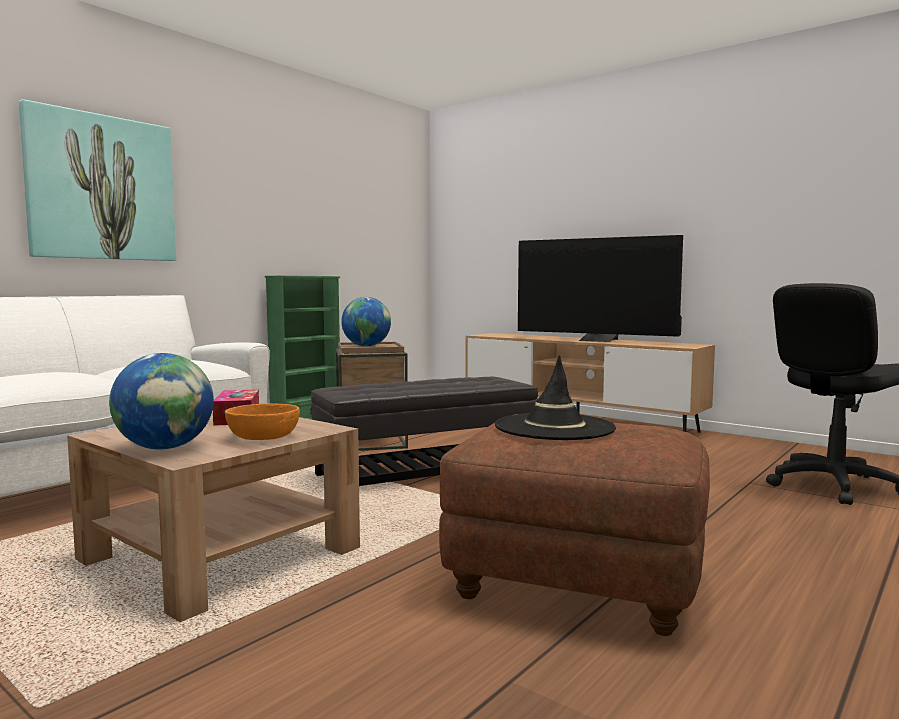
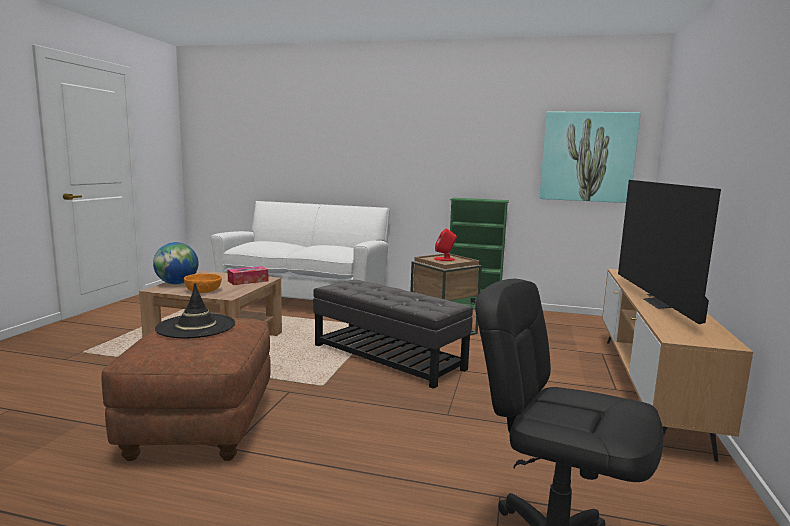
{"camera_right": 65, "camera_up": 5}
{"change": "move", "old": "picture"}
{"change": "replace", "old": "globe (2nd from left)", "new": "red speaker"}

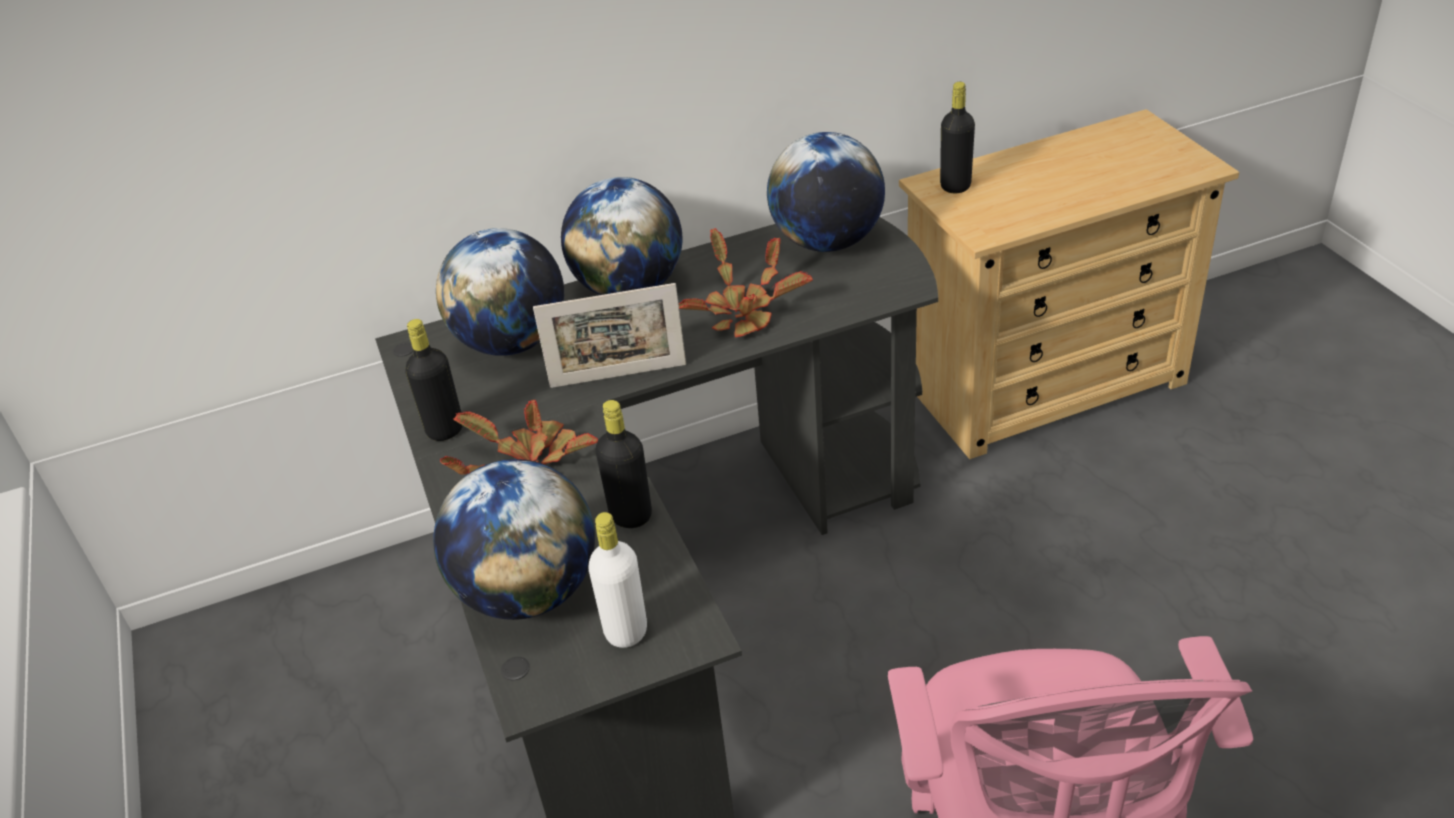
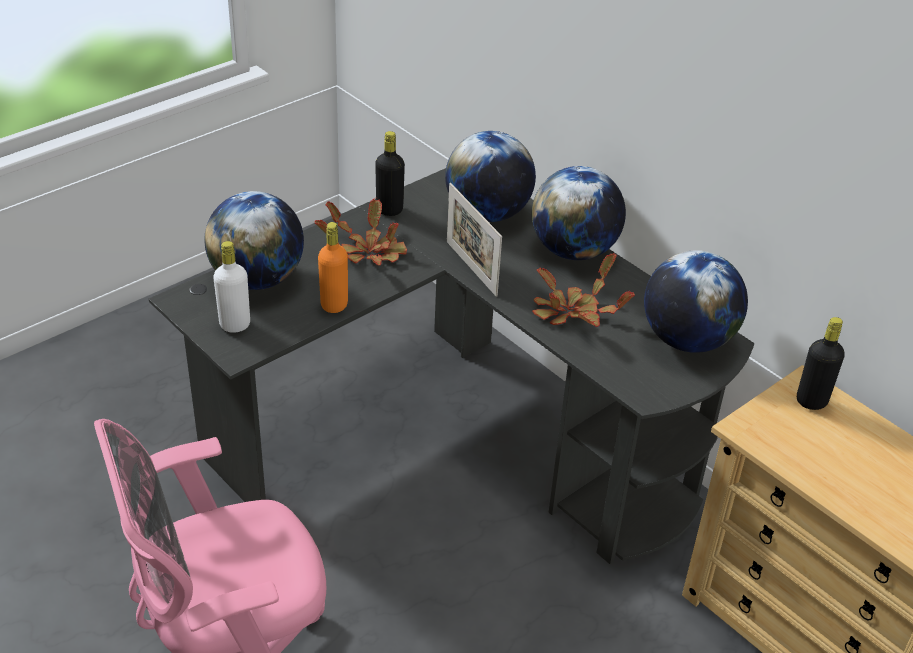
{"camera_right": 65, "camera_up": 0}
{"change": "recolor", "old": "black bottle (2nd from left)", "new": "orange bottle"}

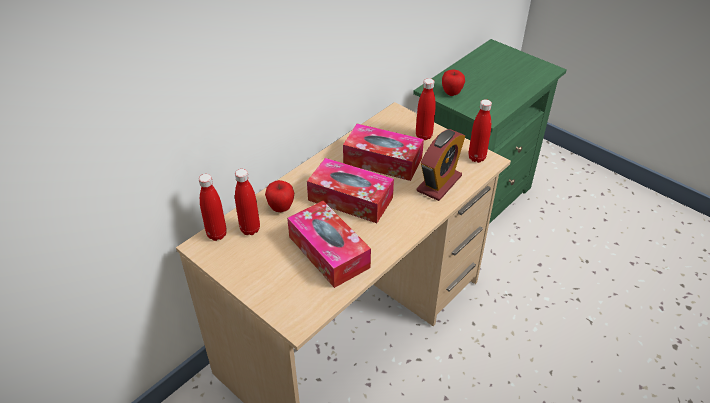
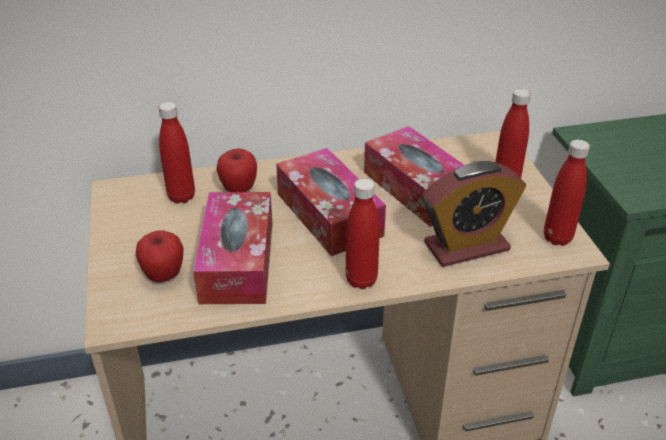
{"camera_right": 35, "camera_up": -5}
{"change": "move", "old": "red bottle (1st from left in the first image)", "new": "red bottle (2nd from left)"}
{"change": "move", "old": "apple (2nd from left in the first image)", "new": "apple (1st from left)"}

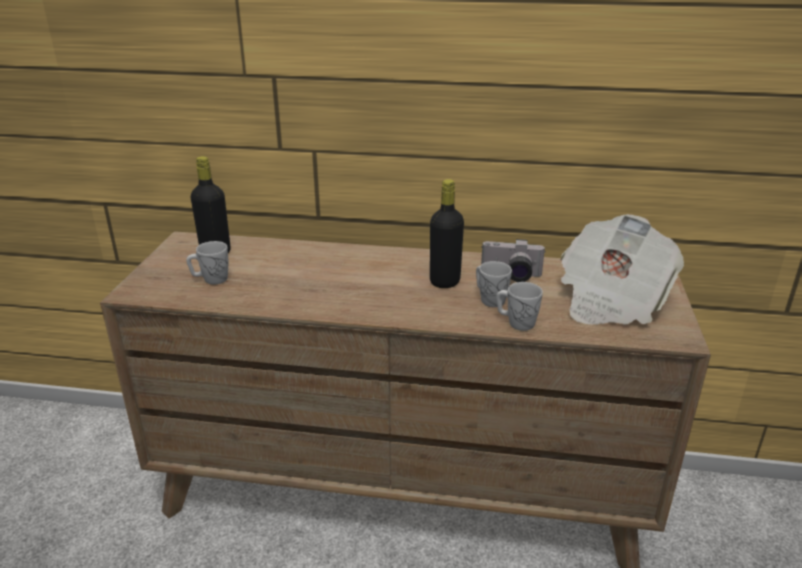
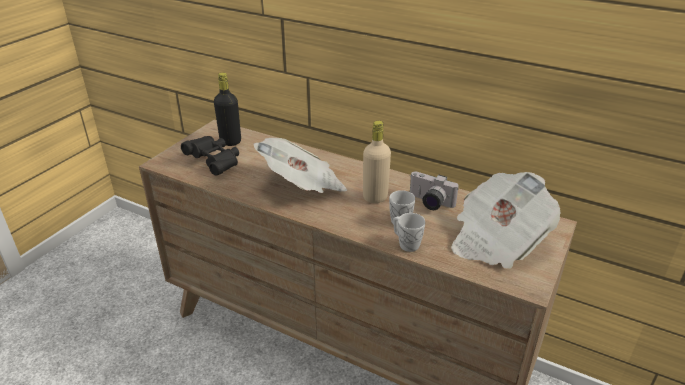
{"camera_right": 20, "camera_up": 5}
{"change": "insert", "new": "newspaper (1st from left)"}
{"change": "replace", "old": "white mug (1st from left)", "new": "black binoculars"}
{"change": "recolor", "old": "black bottle (2nd from left)", "new": "beige bottle"}

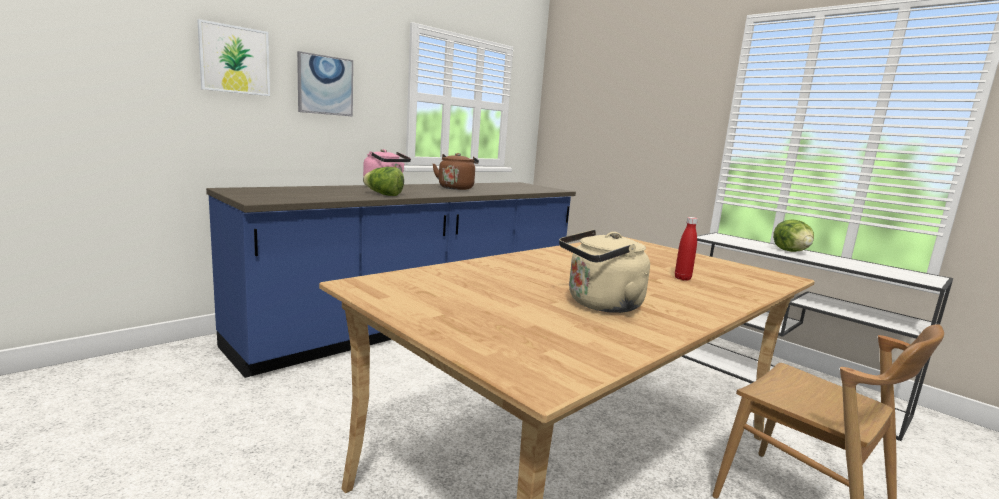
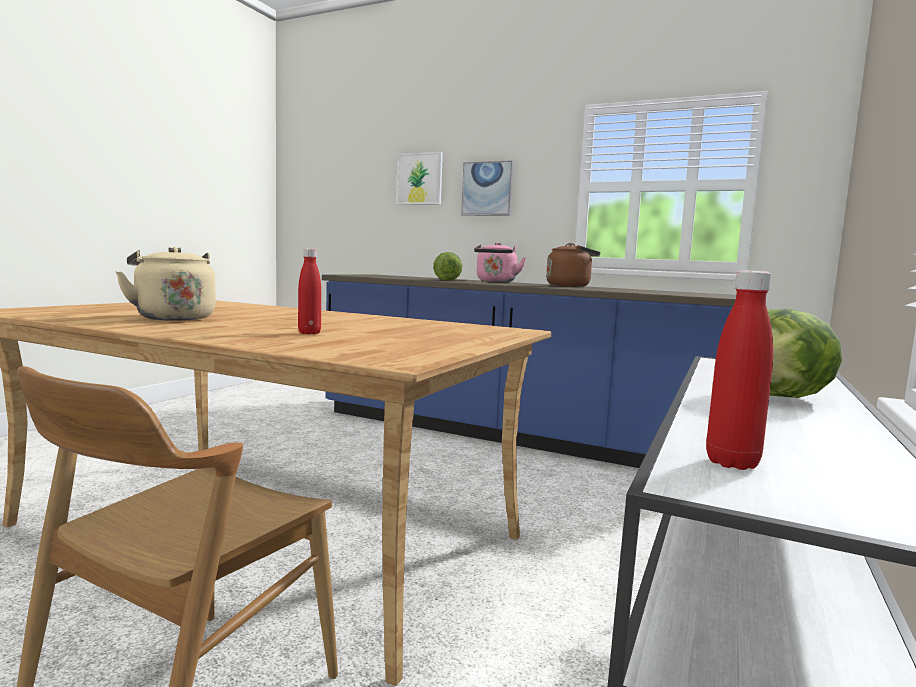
{"camera_right": 70, "camera_up": -5}
{"change": "insert", "new": "red bottle (2nd from left)"}

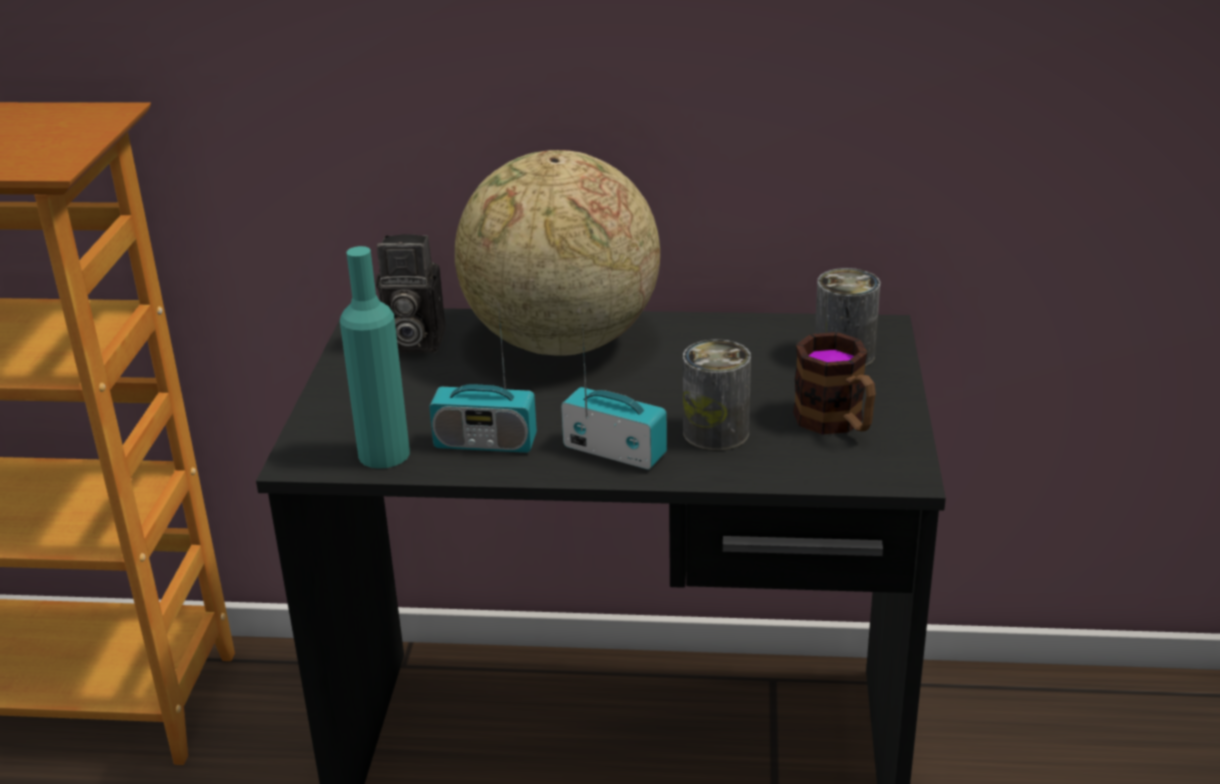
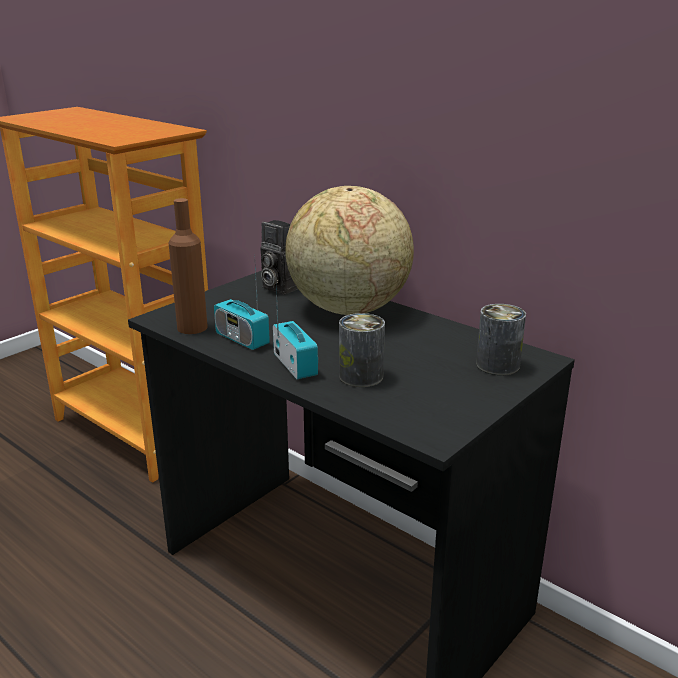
{"camera_right": 35, "camera_up": -5}
{"change": "delete", "old": "mug"}
{"change": "recolor", "old": "turquoise bottle", "new": "brown bottle"}

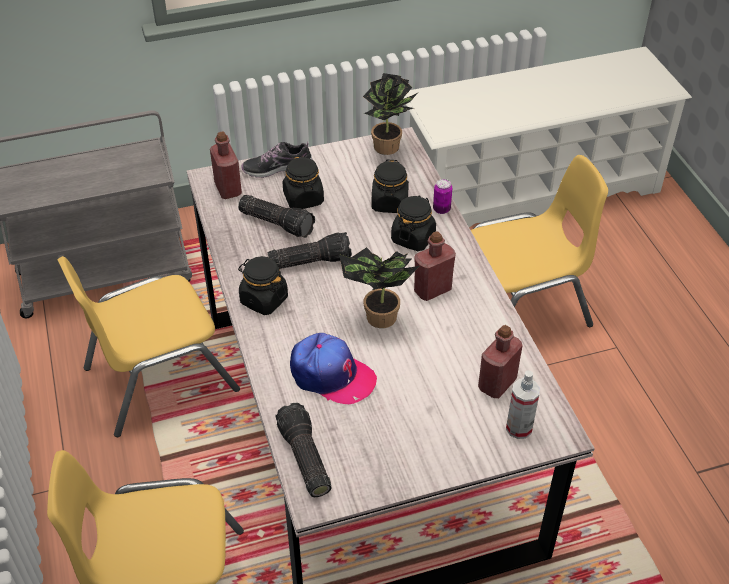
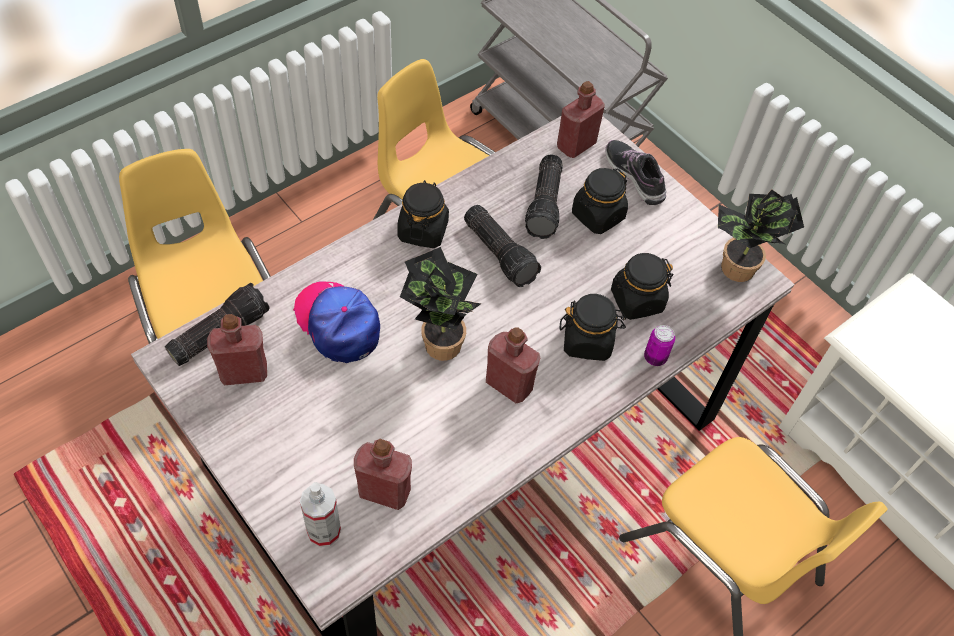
{"camera_right": 65, "camera_up": 10}
{"change": "insert", "new": "red bottle (1st from left)"}
{"change": "rotate", "old": "cap", "degrees": 135}

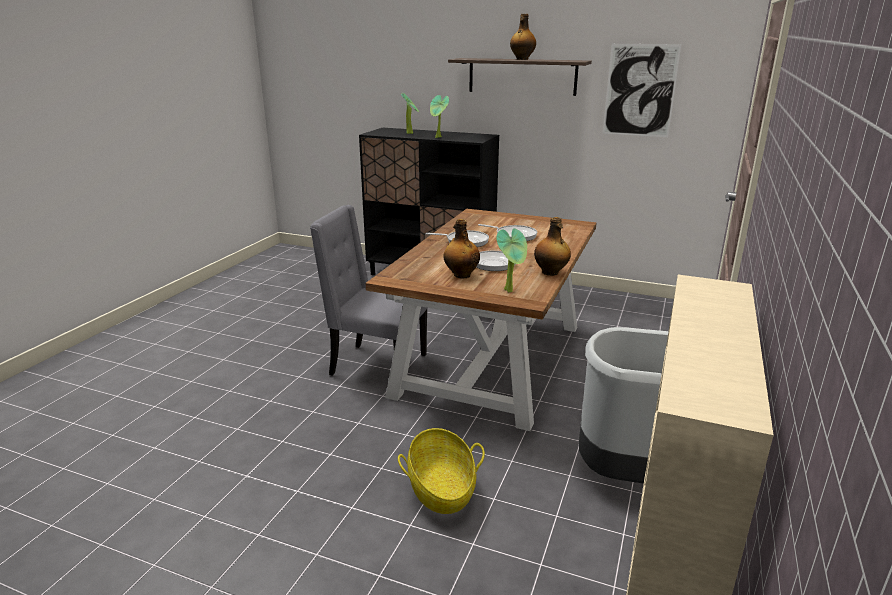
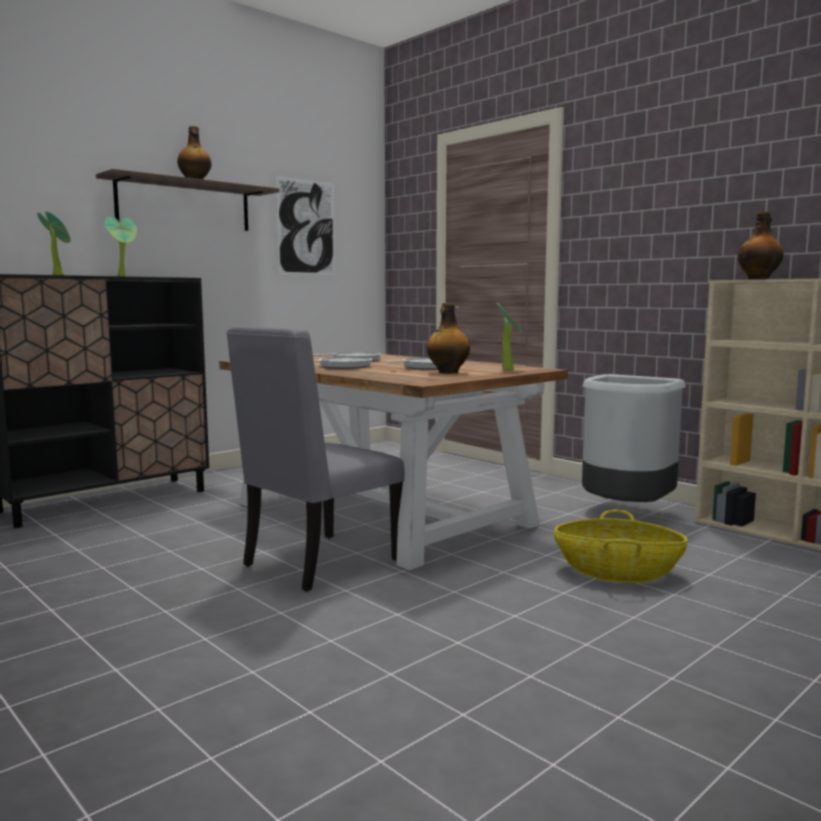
{"camera_right": -65, "camera_up": -15}
{"change": "move", "old": "bottle (3rd from left)"}

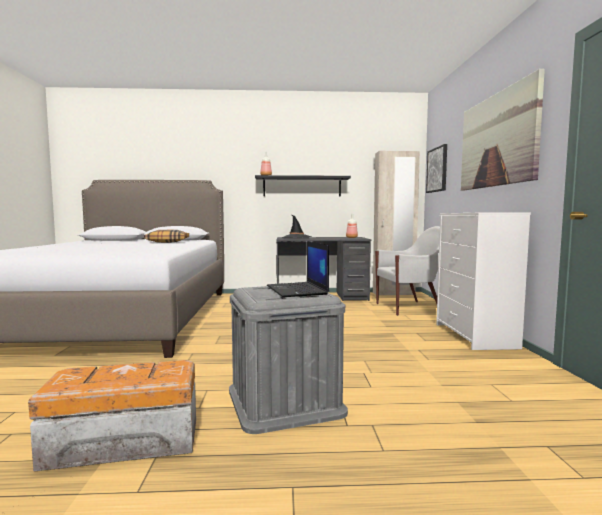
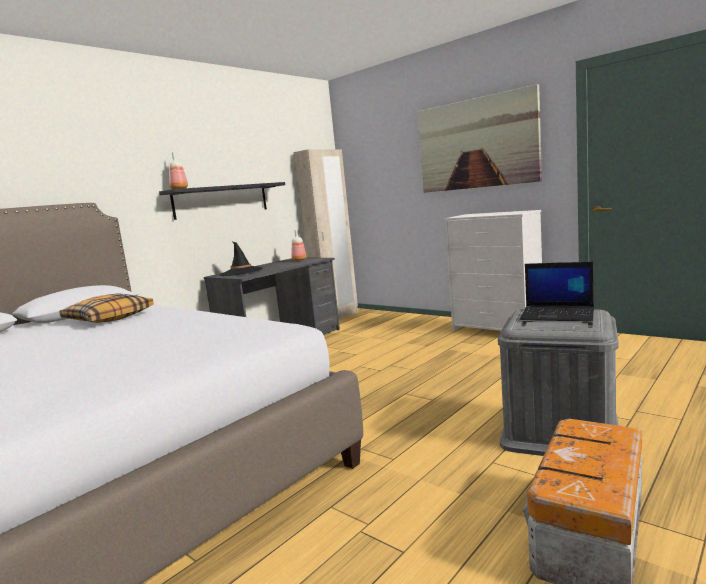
{"camera_right": -45, "camera_up": 5}
{"change": "delete", "old": "white armchair"}
{"change": "delete", "old": "picture (1st from left)"}

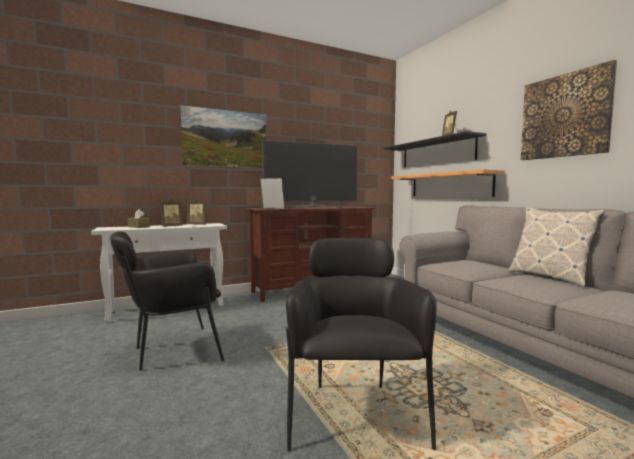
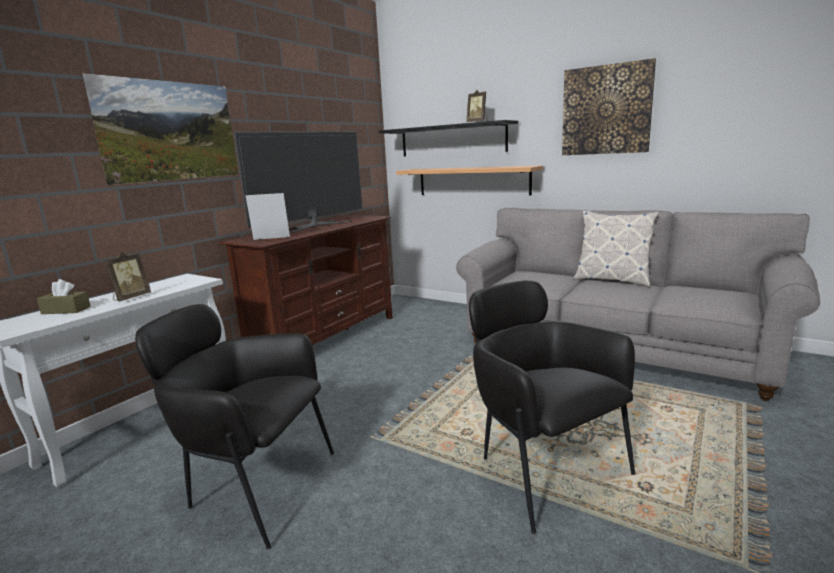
{"camera_right": -30, "camera_up": 10}
{"change": "delete", "old": "picture frame (2nd from left)"}
{"change": "rotate", "old": "black armchair (1st from left)", "degrees": 75}

